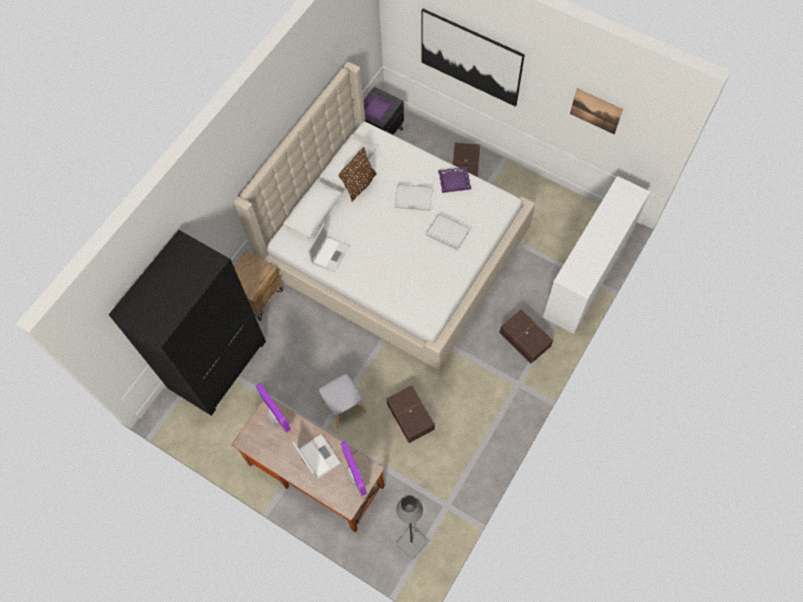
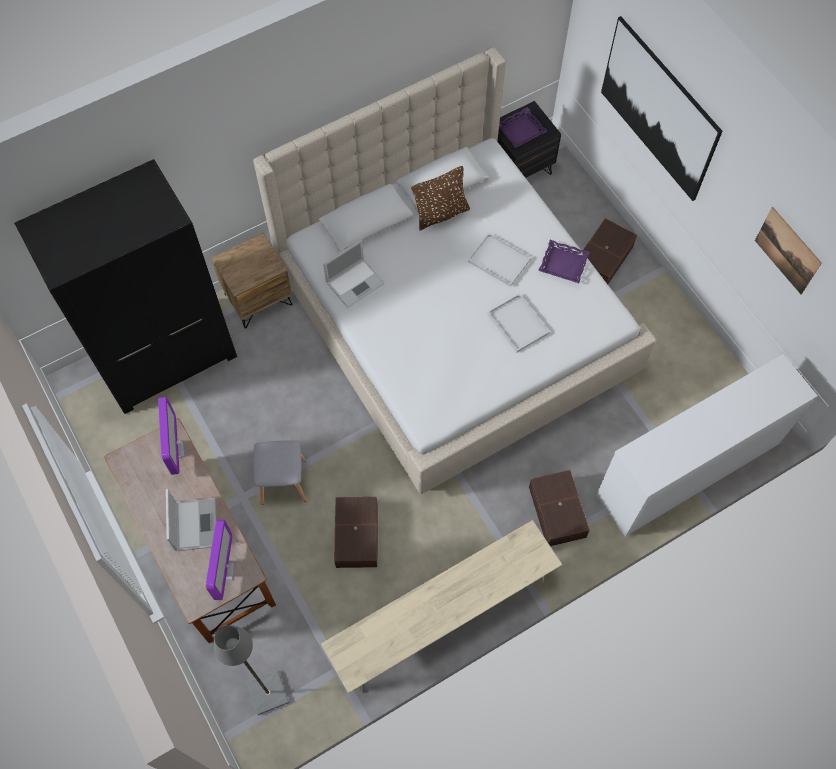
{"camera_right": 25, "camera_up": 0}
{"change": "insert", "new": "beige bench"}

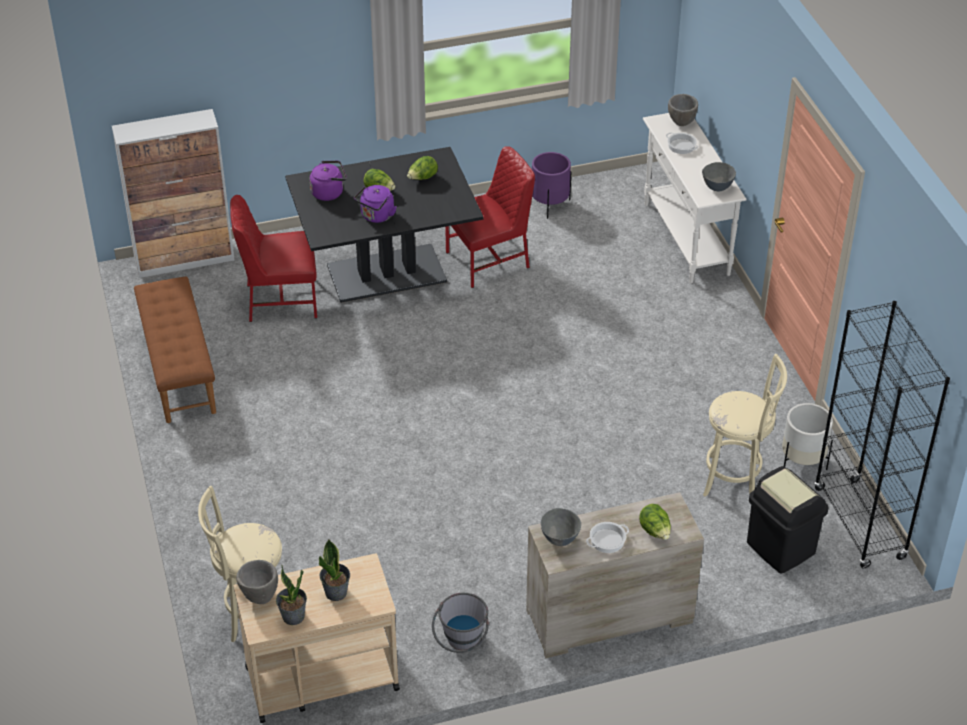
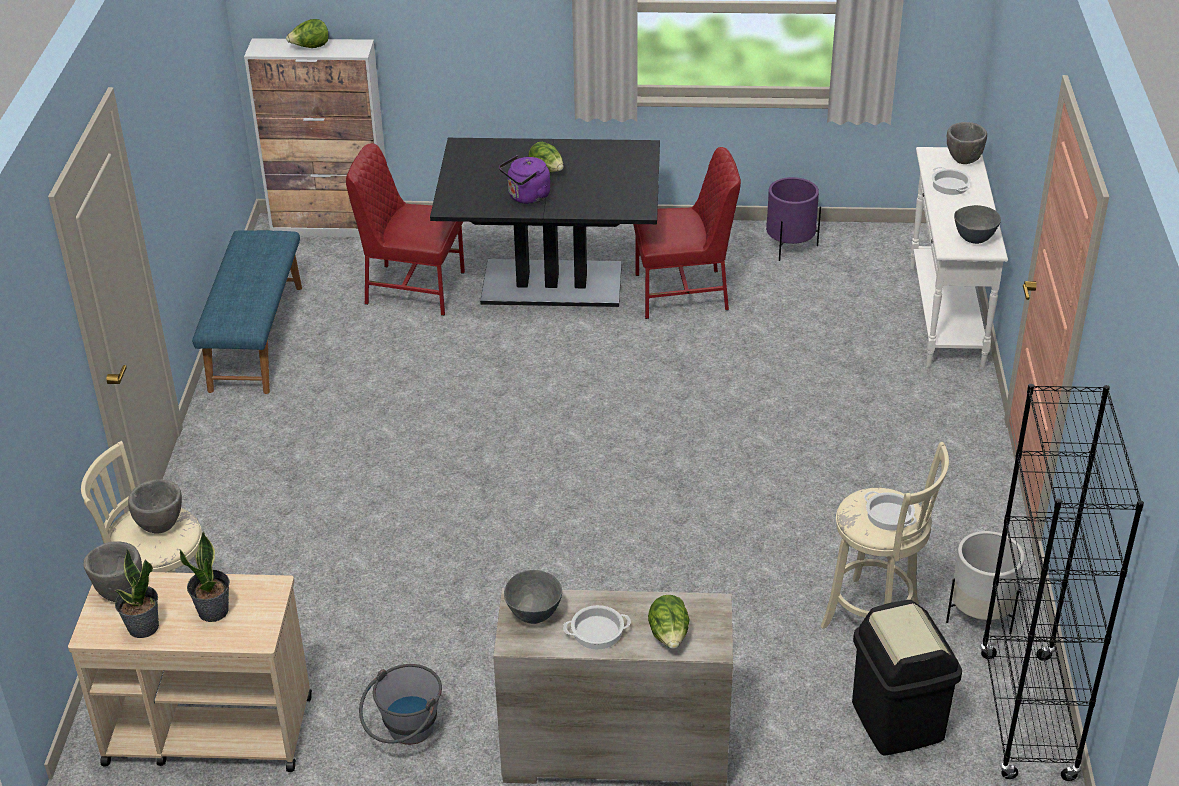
{"camera_right": 20, "camera_up": -5}
{"change": "delete", "old": "purple kettle (1st from left)"}
{"change": "insert", "new": "grey bowl (2nd from left)"}
{"change": "insert", "new": "cooking pot (2nd from left)"}
{"change": "move", "old": "lettuce (2nd from left in the first image)", "new": "lettuce (1st from left)"}
{"change": "recolor", "old": "brown bench", "new": "blue bench"}

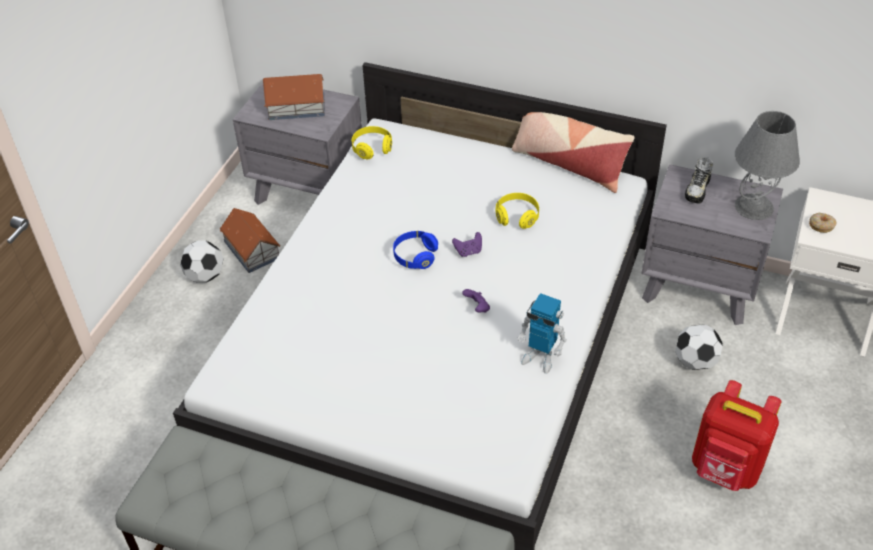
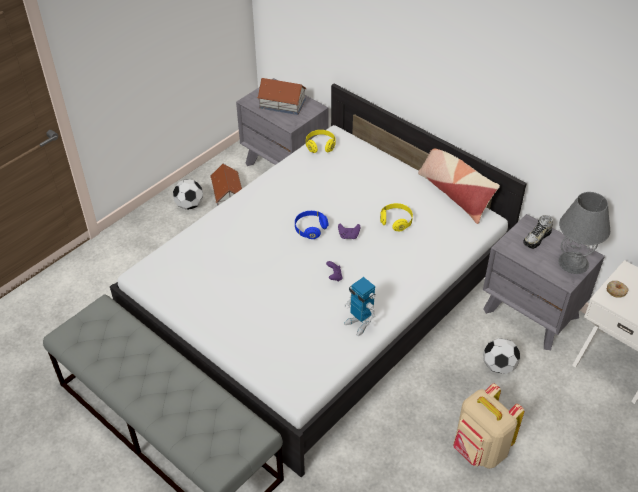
{"camera_right": 20, "camera_up": 0}
{"change": "recolor", "old": "red backpack", "new": "beige backpack"}

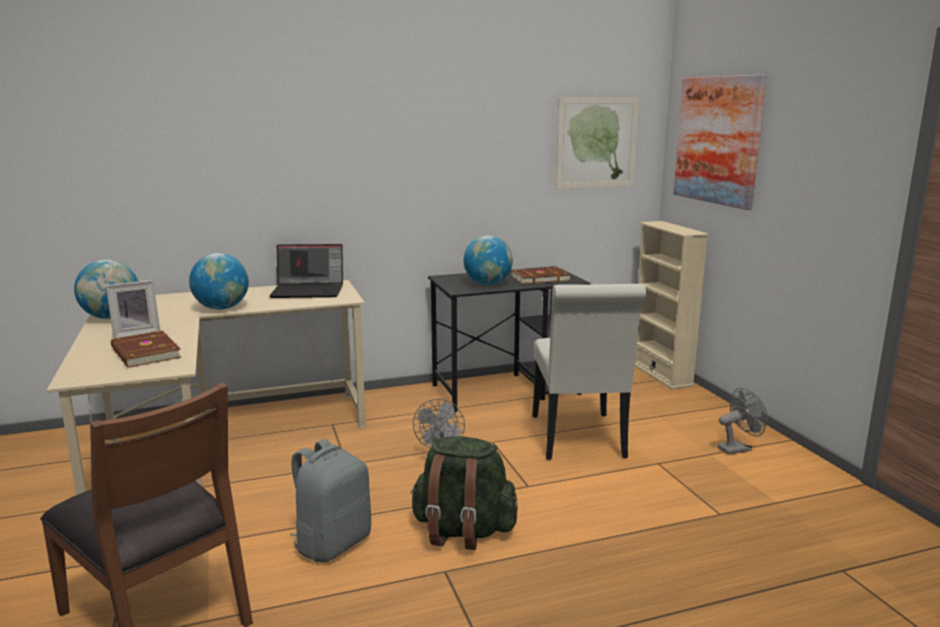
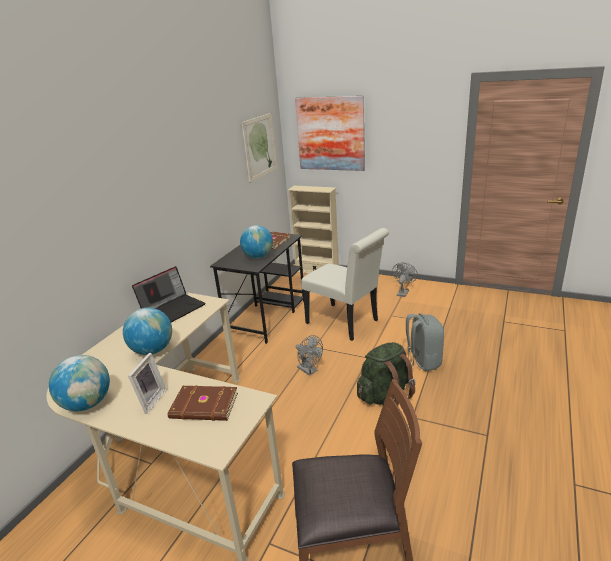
{"camera_right": -45, "camera_up": 10}
{"change": "move", "old": "grey backpack"}

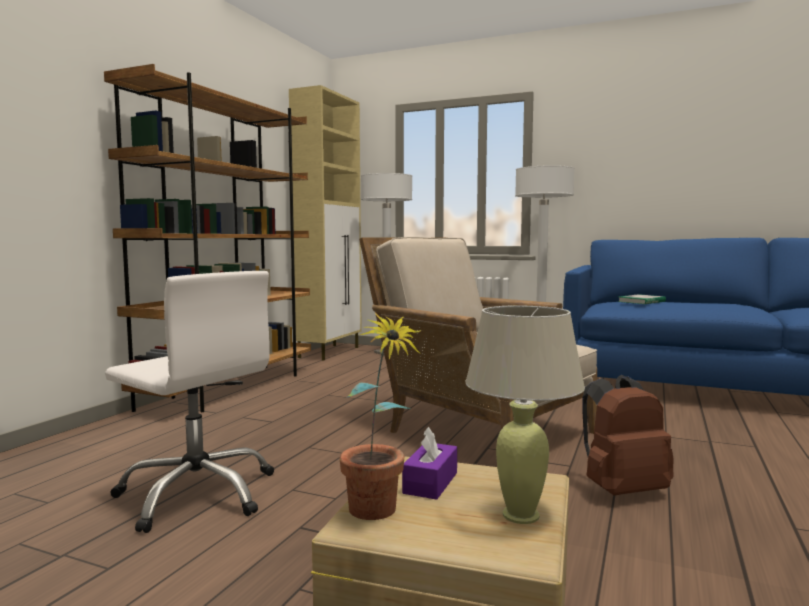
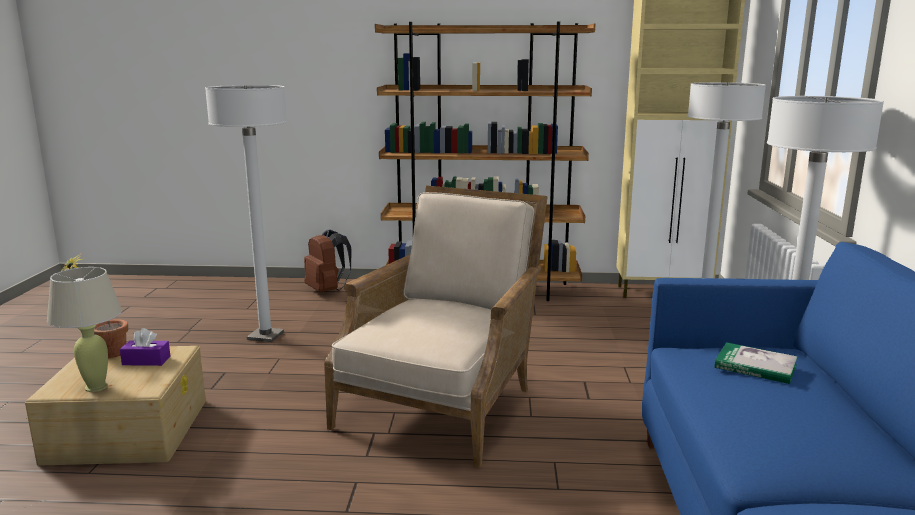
{"camera_right": 70, "camera_up": 10}
{"change": "move", "old": "brown backpack"}
{"change": "replace", "old": "white office chair", "new": "white floor lamp (1st from left)"}

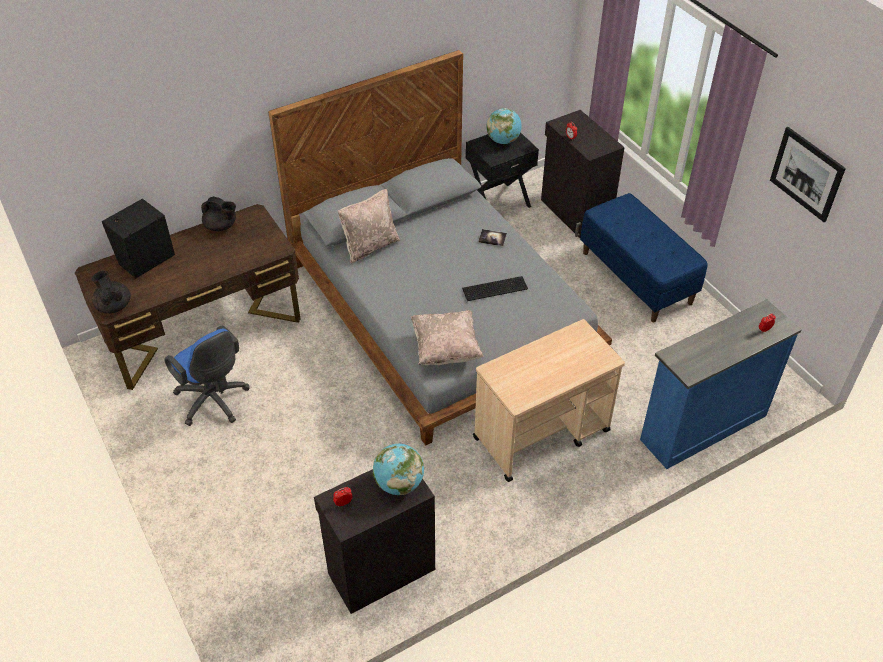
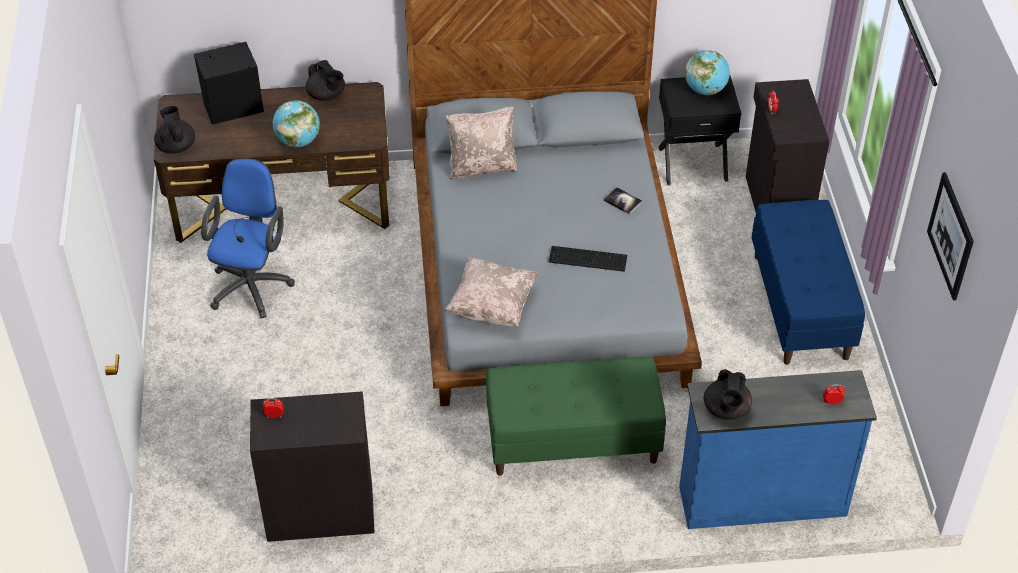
{"camera_right": 25, "camera_up": 0}
{"change": "insert", "new": "black teapot (3rd from left)"}
{"change": "move", "old": "globe (1st from left)"}
{"change": "replace", "old": "beige cart", "new": "green bench"}
{"change": "rotate", "old": "blue office chair", "degrees": -150}

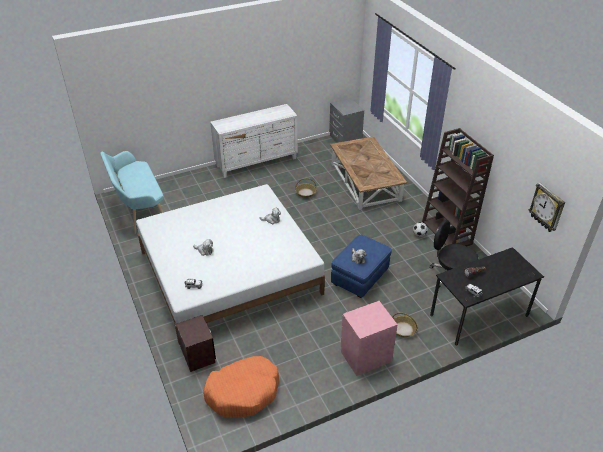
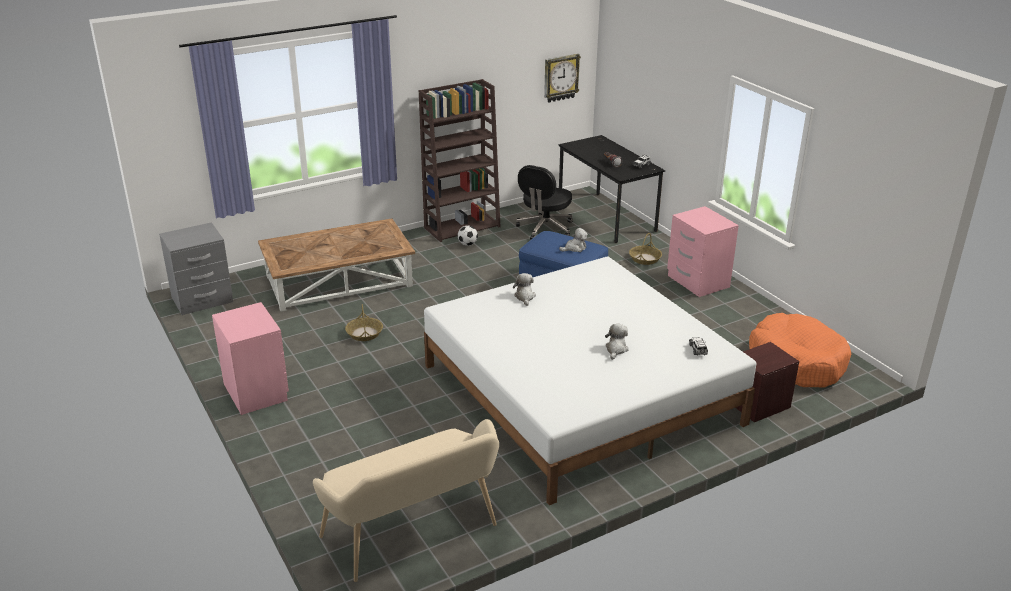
{"camera_right": -95, "camera_up": -10}
{"change": "replace", "old": "white dresser", "new": "pink nightstand (1st from left)"}
{"change": "recolor", "old": "turquoise bench", "new": "beige bench"}

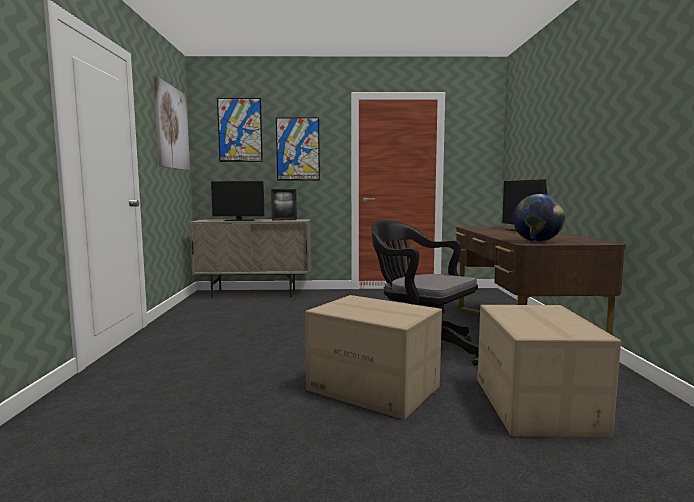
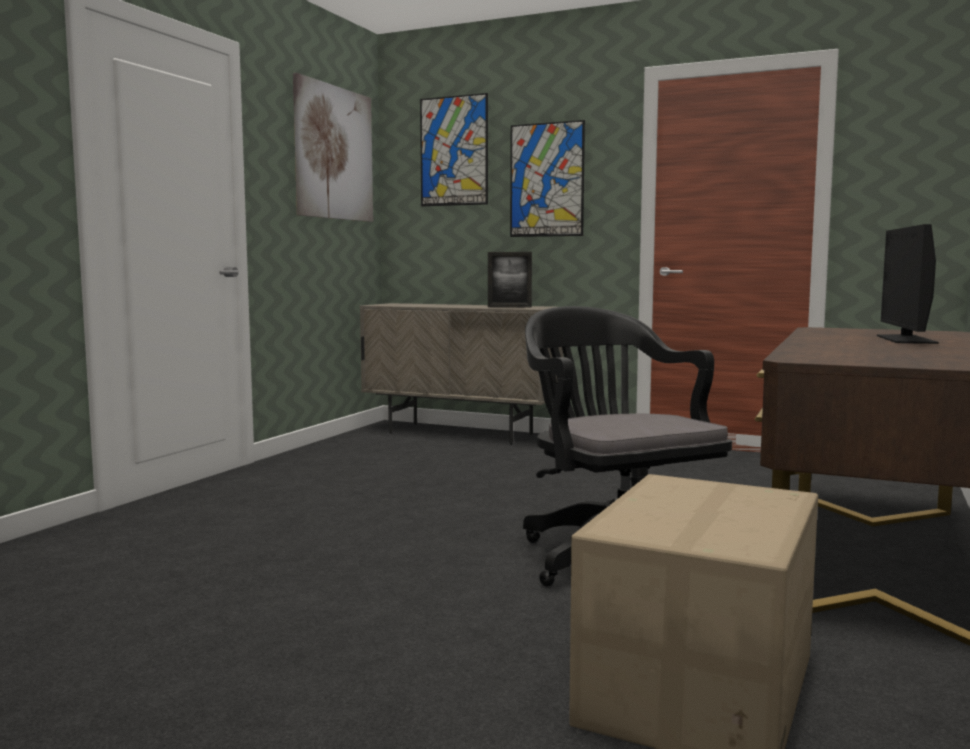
{"camera_right": 25, "camera_up": 0}
{"change": "delete", "old": "monitor (1st from left)"}
{"change": "delete", "old": "cardboard box (1st from left)"}
{"change": "delete", "old": "globe"}

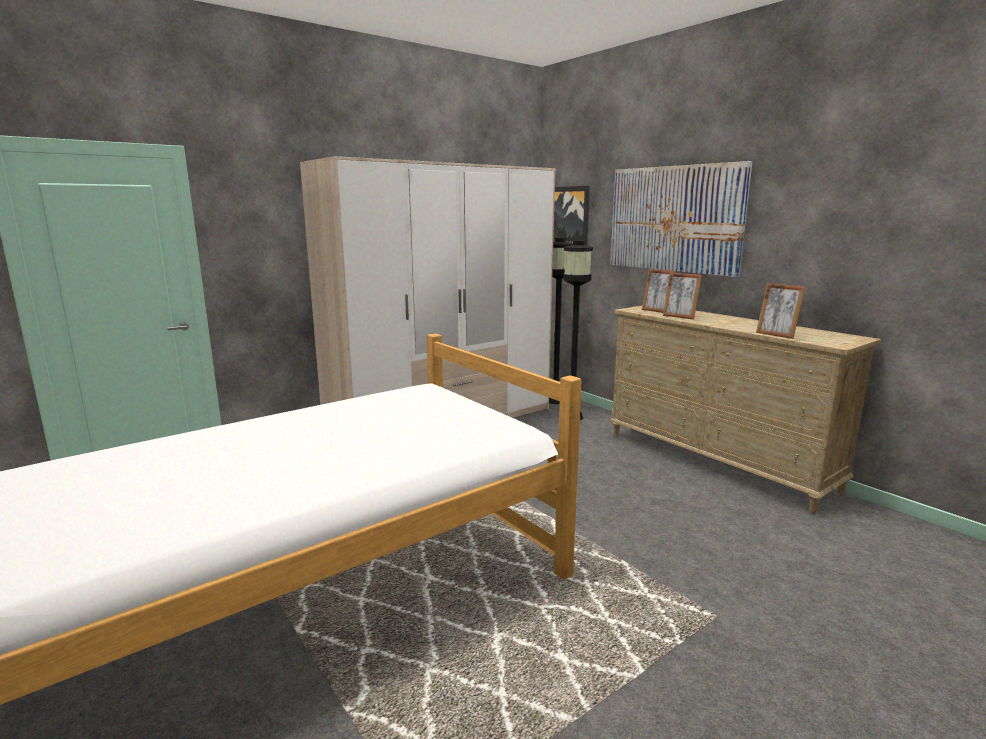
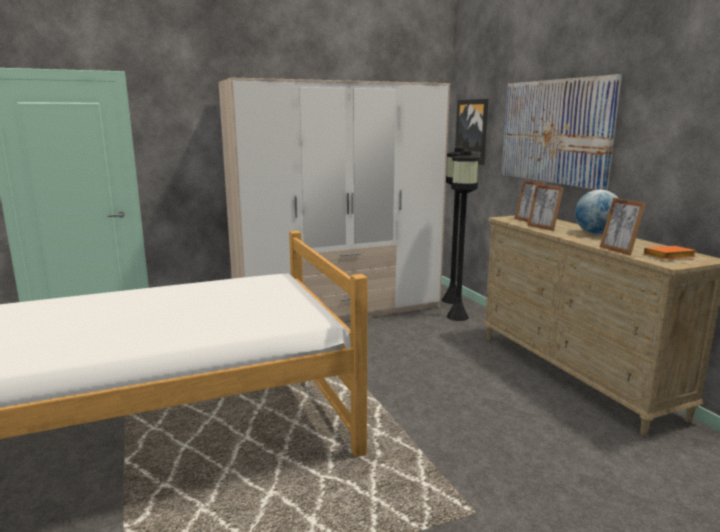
{"camera_right": 15, "camera_up": 0}
{"change": "insert", "new": "globe"}
{"change": "insert", "new": "orange book"}

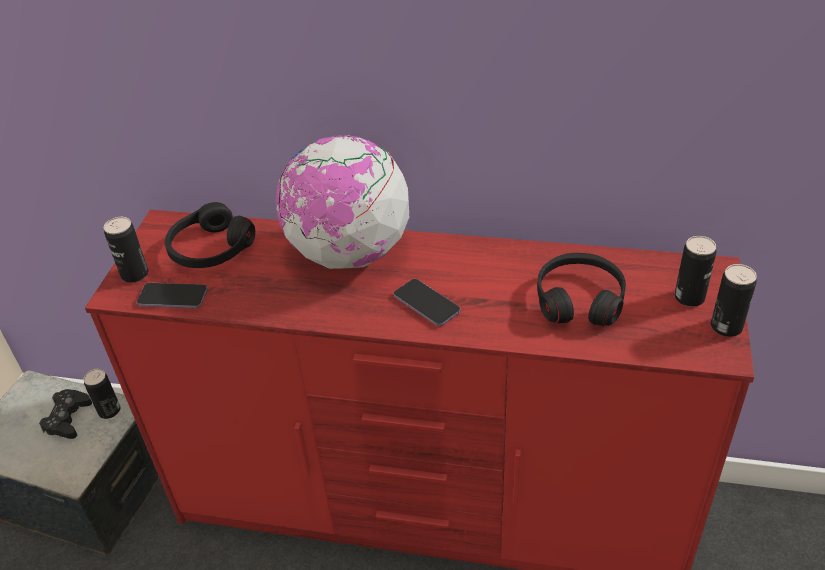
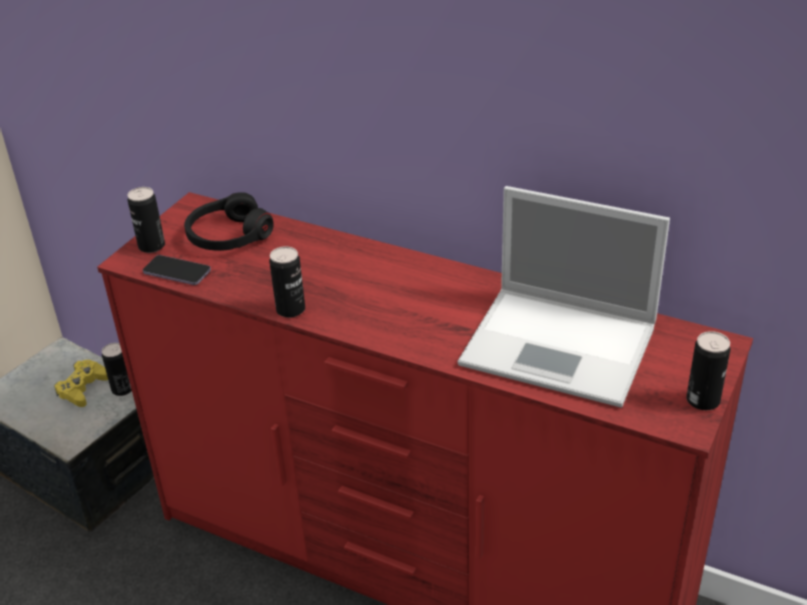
{"camera_right": 15, "camera_up": -5}
{"change": "delete", "old": "globe"}
{"change": "delete", "old": "phone (2nd from left)"}
{"change": "move", "old": "can (3rd from left)"}
{"change": "replace", "old": "black headphones (2nd from left)", "new": "laptop"}
{"change": "recolor", "old": "black game controller", "new": "yellow game controller"}

